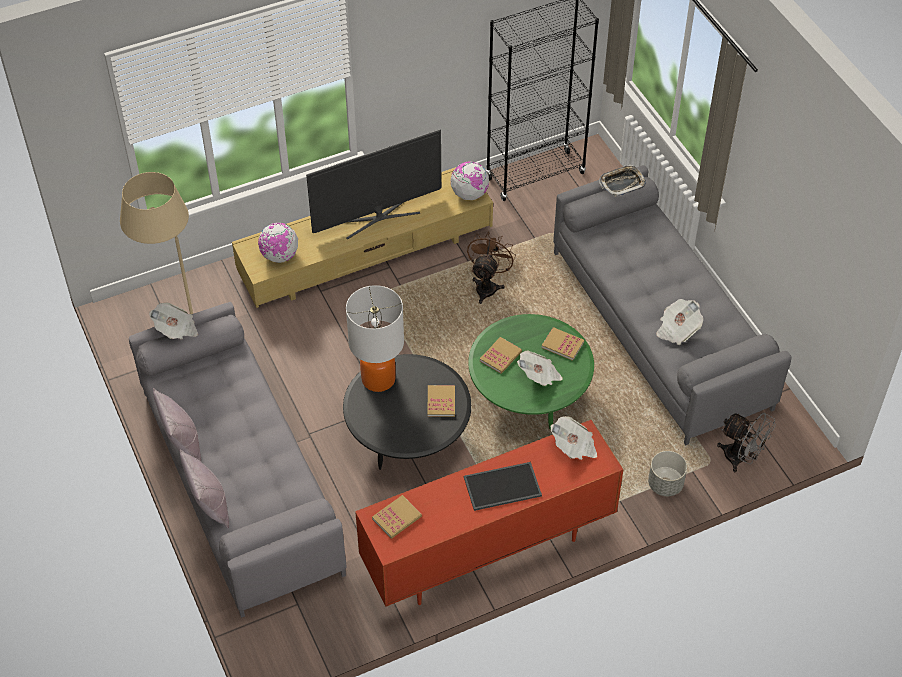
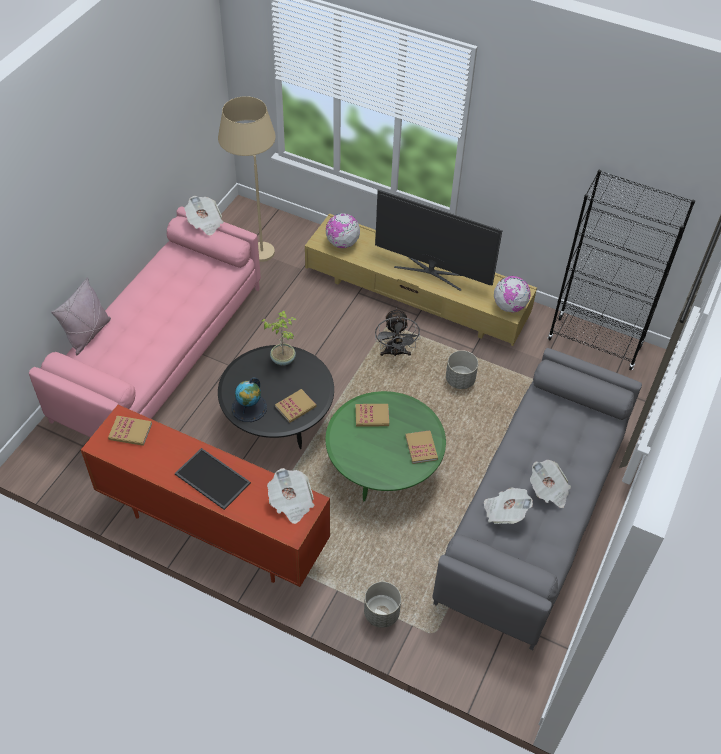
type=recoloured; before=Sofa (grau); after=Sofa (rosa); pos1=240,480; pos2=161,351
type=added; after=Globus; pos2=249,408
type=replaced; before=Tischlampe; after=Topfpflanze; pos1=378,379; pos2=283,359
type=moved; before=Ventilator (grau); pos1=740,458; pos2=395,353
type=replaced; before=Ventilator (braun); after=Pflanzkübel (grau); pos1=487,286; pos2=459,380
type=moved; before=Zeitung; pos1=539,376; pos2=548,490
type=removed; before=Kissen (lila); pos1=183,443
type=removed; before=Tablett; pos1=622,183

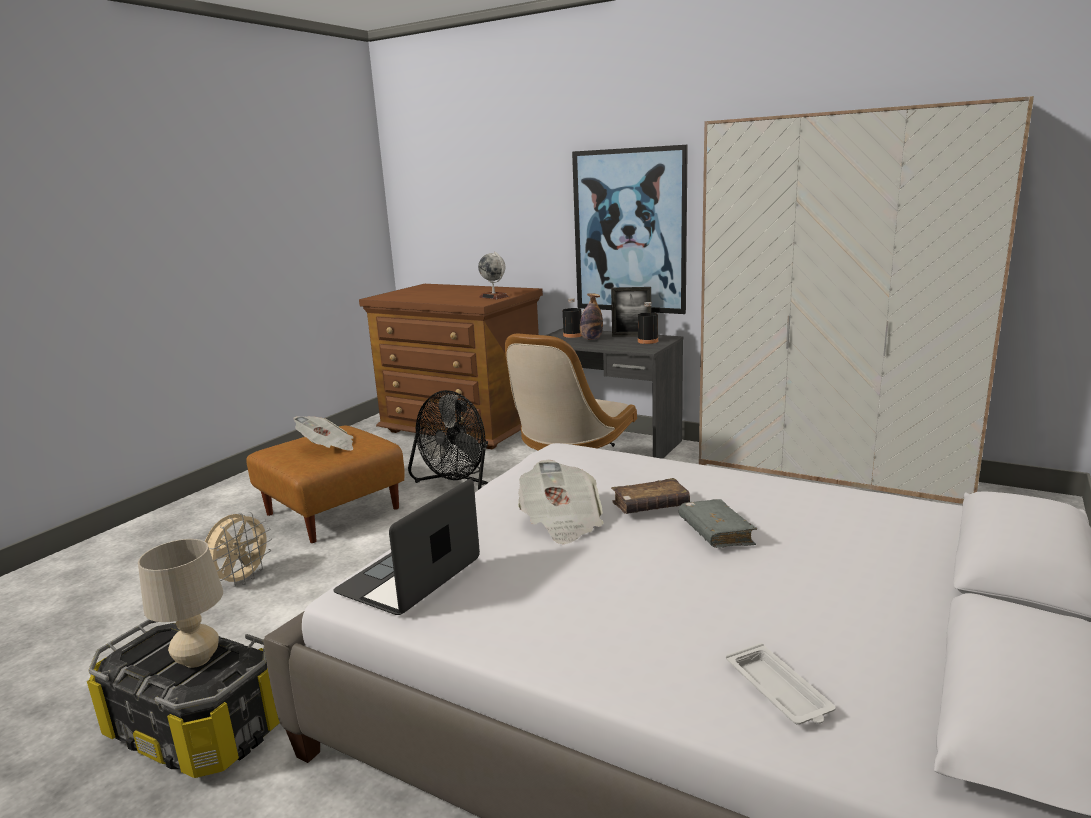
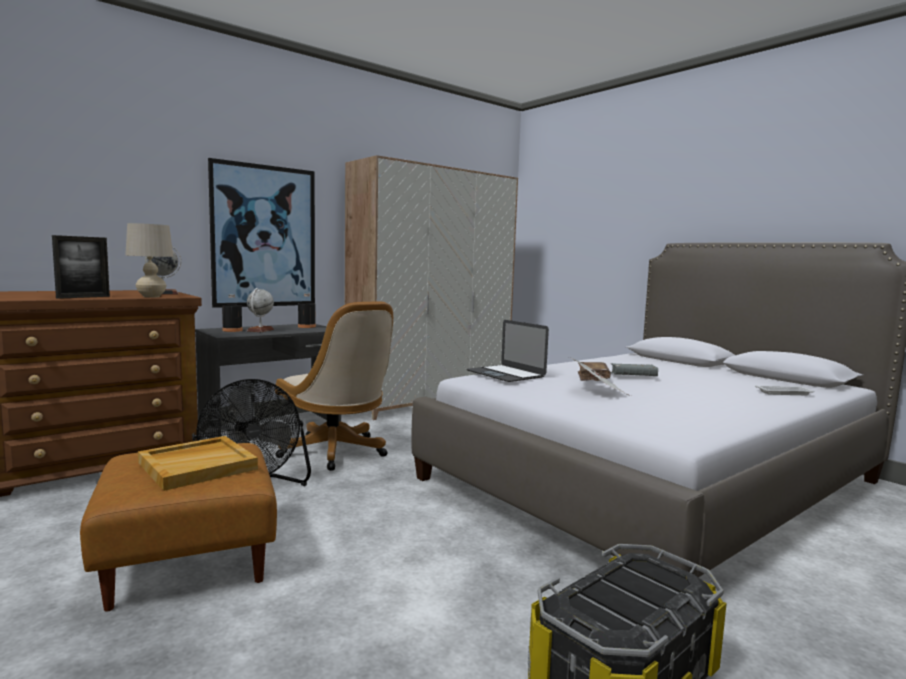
type=moved; before=Bilderrahmen; pos1=631,336; pos2=83,297
type=moved; before=Tischlampe (beige); pos1=197,659; pos2=151,296
type=replaced; before=Zeitung; after=Tablett (beige); pos1=327,447; pos2=198,465
type=replaced; before=Flasche; after=Globus; pos1=591,339; pos2=260,330
type=moved; before=Laptop; pos1=409,576; pos2=505,374
type=removed; before=Ventilator (beige); pos1=242,579

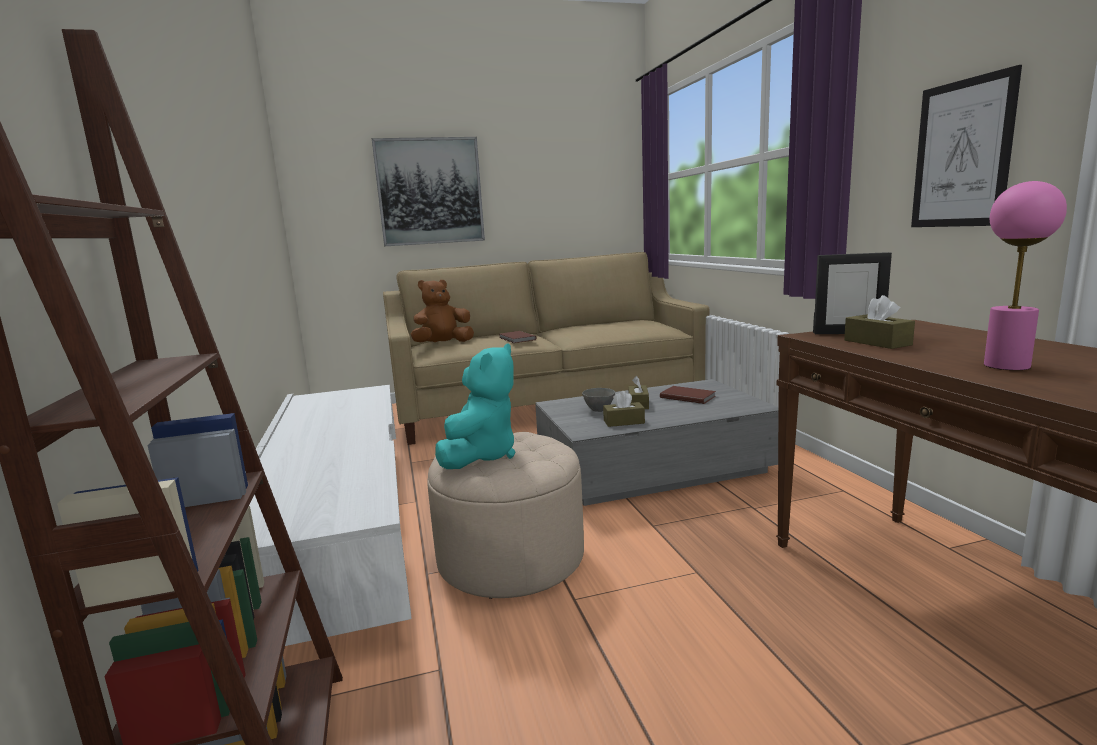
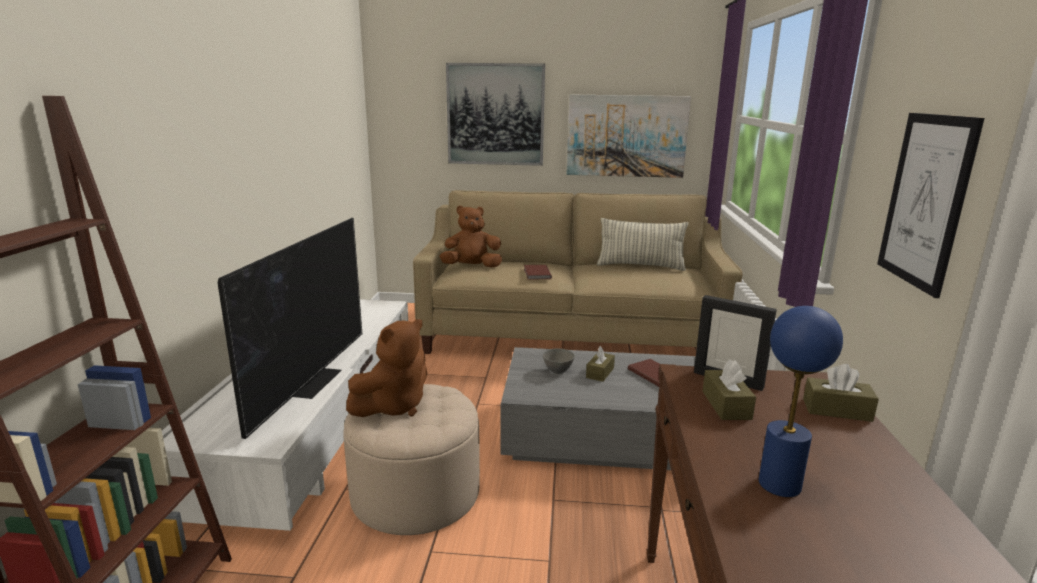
type=added; after=Fernseher; pos2=312,381
type=recoloured; before=Plüschtier (türkis); after=Plüschtier (braun); pos1=481,455; pos2=393,406
type=added; after=Bild; pos2=626,136
type=added; after=Kissen; pos2=640,266
type=recoloured; before=Tischlampe (rosa); after=Tischlampe (blau); pos1=1006,366; pos2=779,484
type=moved; before=Taschentuchbox (braun); pos1=624,422; pos2=837,410

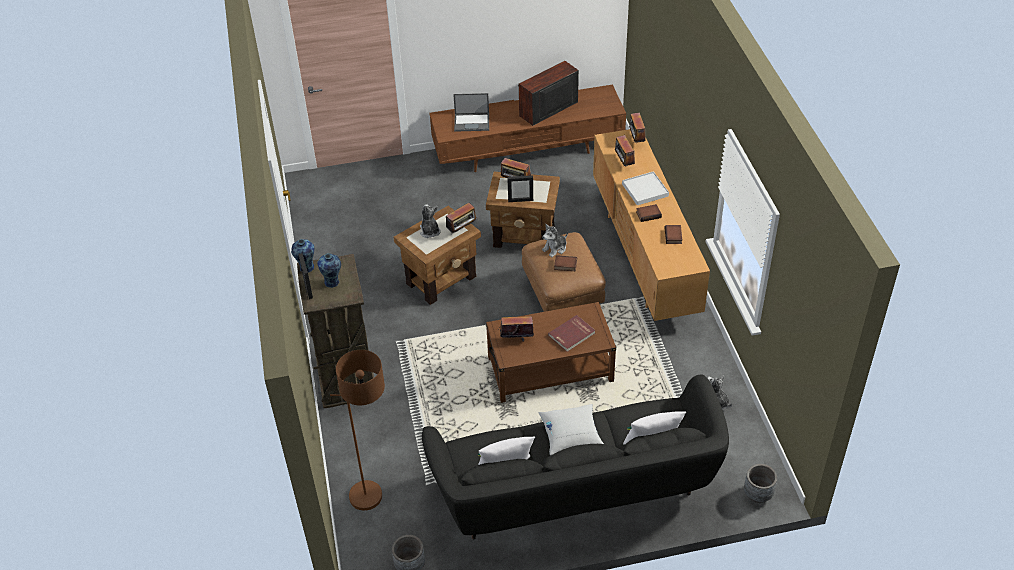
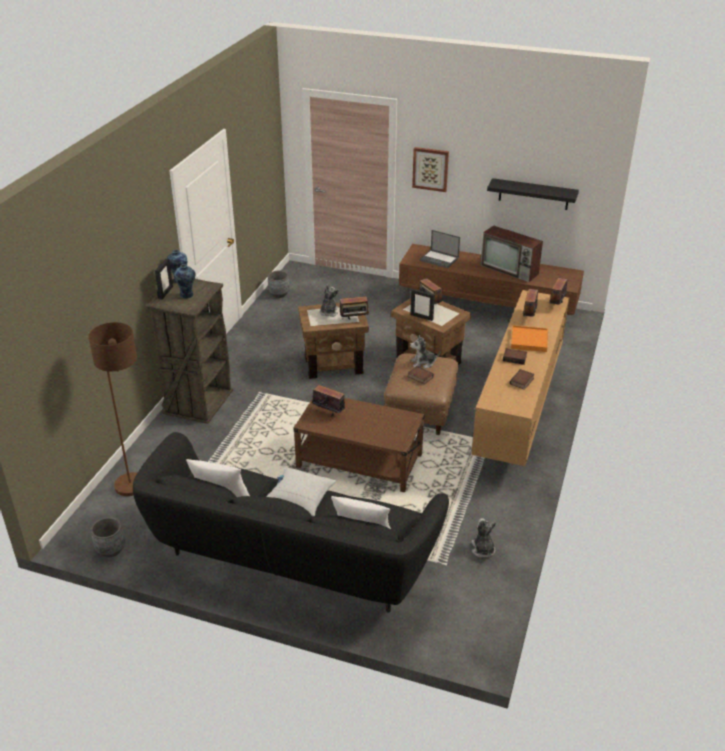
type=moved; before=Pflanzkübel (grau); pos1=758,494; pos2=279,294
type=added; after=Bild; pos2=430,169
type=turned; before=Fernseher; pos1=548,109; pos2=510,270; turn=-135
type=added; after=Wandregal (schwarz); pos2=533,194
type=recoloured; before=Tablett (weiß); after=Tablett (orange); pos1=645,190; pos2=529,340
type=removed; before=Buch (rot); pos1=572,335

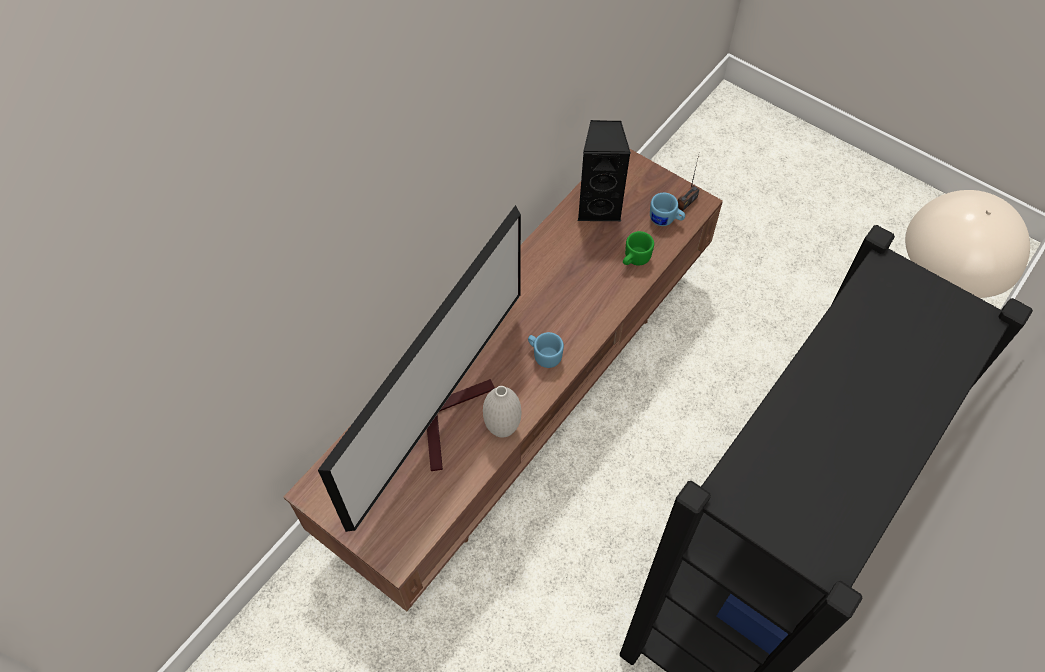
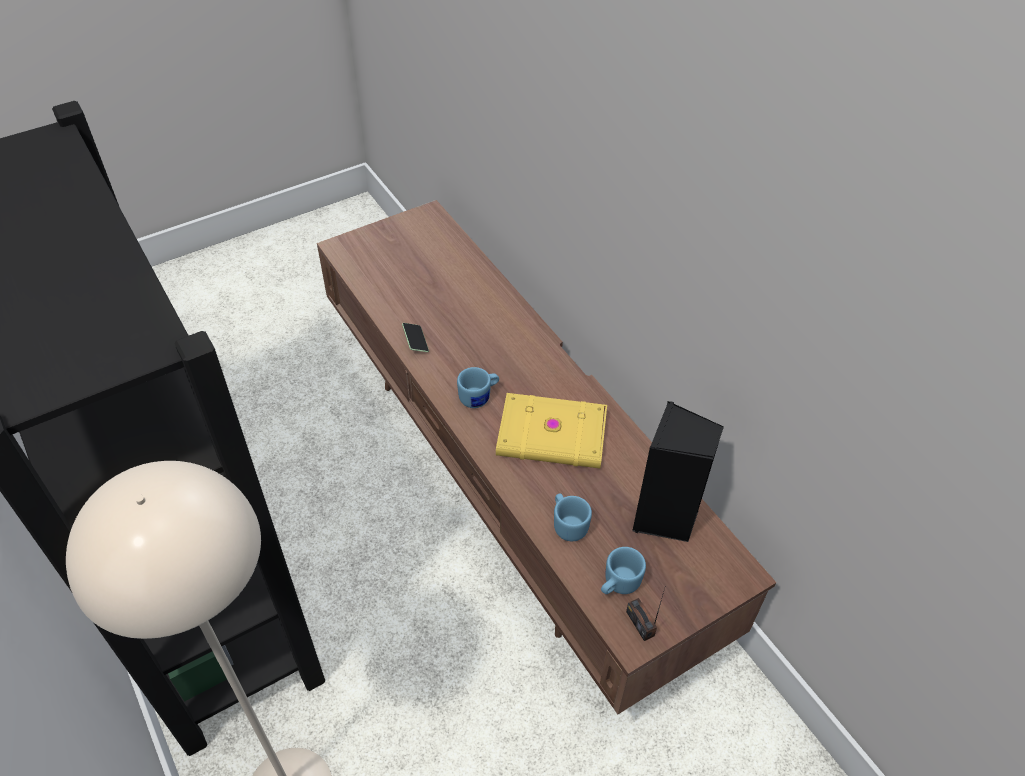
type=replaced; before=Vase (weiß); after=Handy; pos1=502,428; pos2=415,341
type=added; after=Buch (gelb); pos2=552,436
type=recoloured; before=Henkelbecher (grün); after=Henkelbecher (blau); pos1=634,259; pos2=568,524
type=removed; before=Fernseher; pos1=448,414

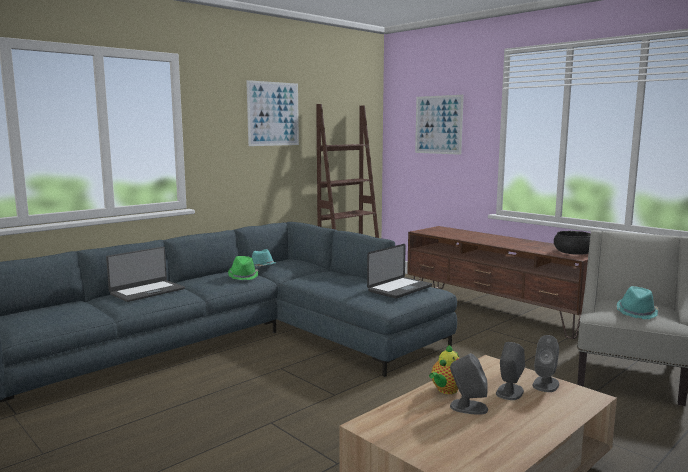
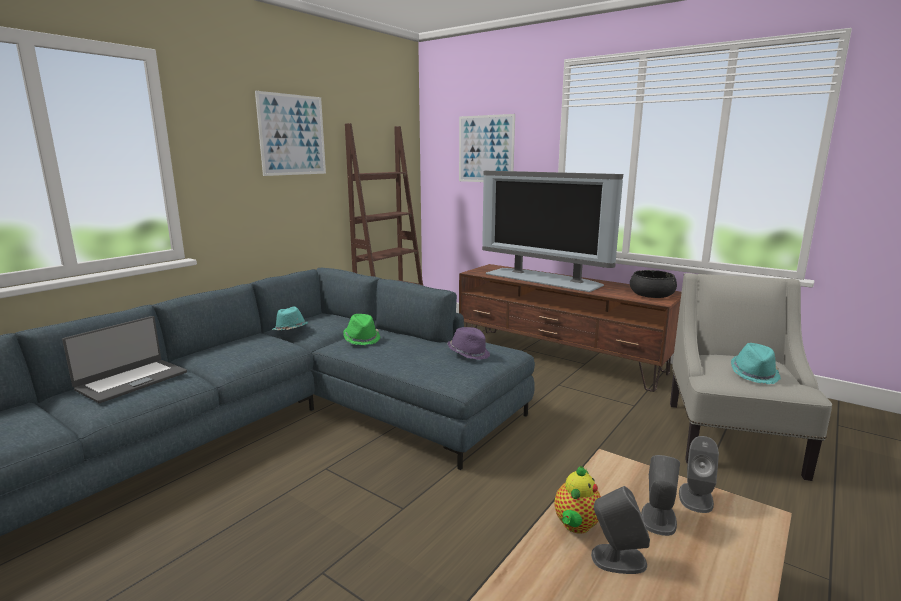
type=moved; before=Hut (grün); pos1=243,276; pos2=362,338
type=replaced; before=Laptop; after=Hut (lila); pos1=400,289; pos2=469,353
type=added; after=Fernseher; pos2=544,279

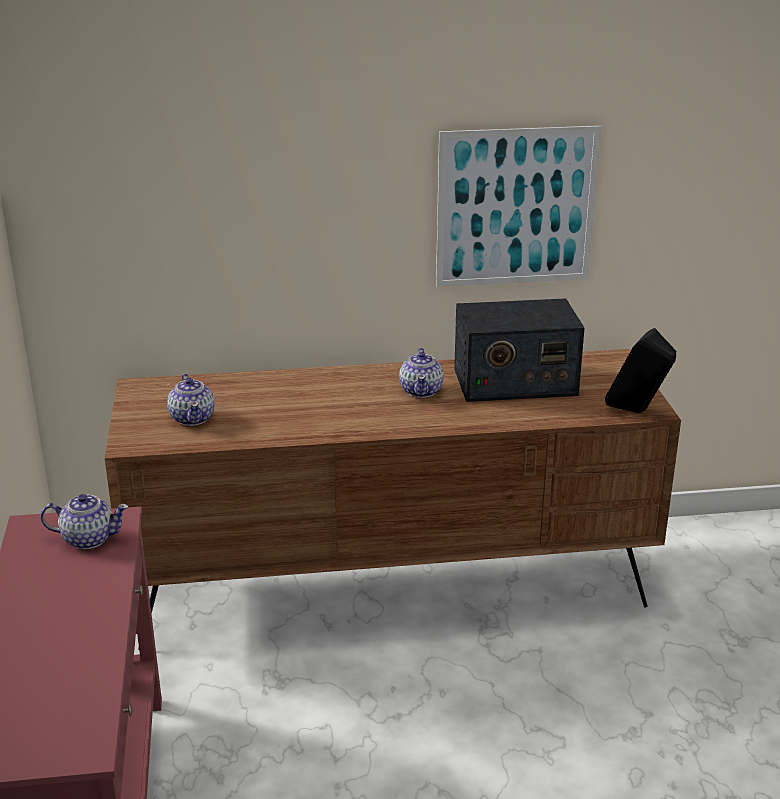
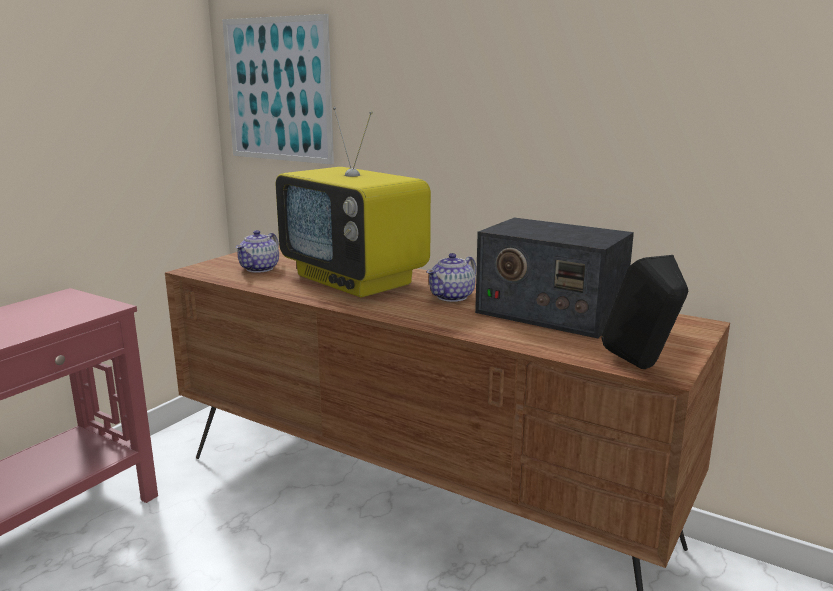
type=moved; before=Bild; pos1=516,207; pos2=277,90
type=added; after=Fernseher; pos2=355,280
type=removed; before=Teekanne; pos1=88,538

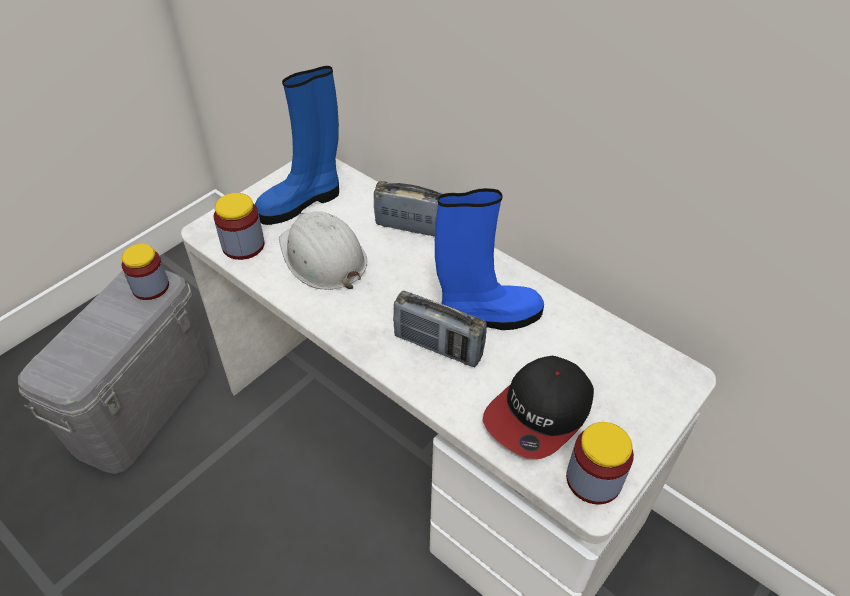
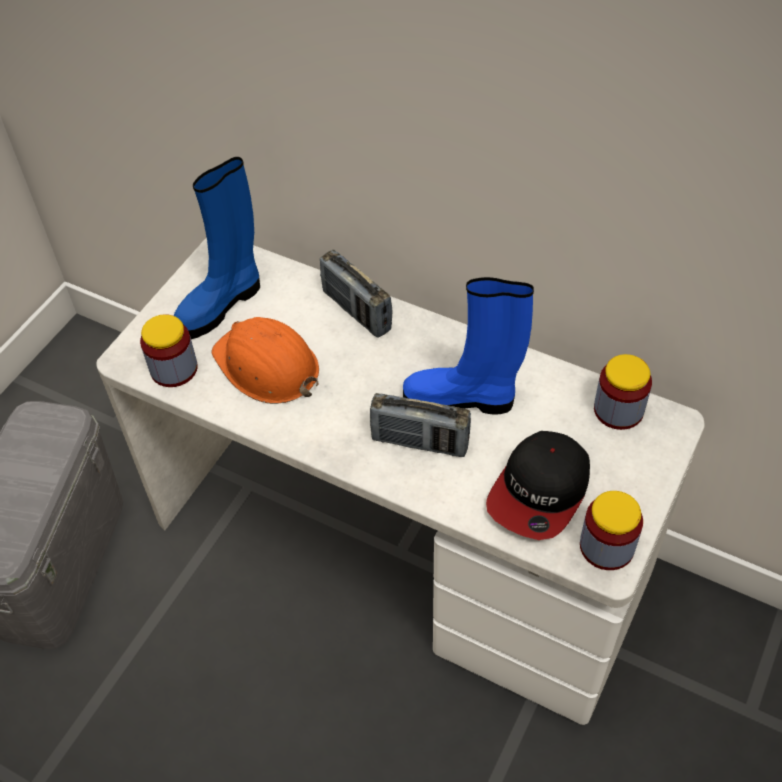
type=recoloured; before=Schutzhelm (weiß); after=Schutzhelm (orange); pos1=322,257; pos2=267,366
type=turned; before=Radio; pos1=414,228; pos2=356,311; turn=-135
type=turned; before=Stiefel (blau); pos1=487,317; pos2=462,399; turn=-150
type=moved; before=Vorratsglas; pos1=150,287; pos2=618,410

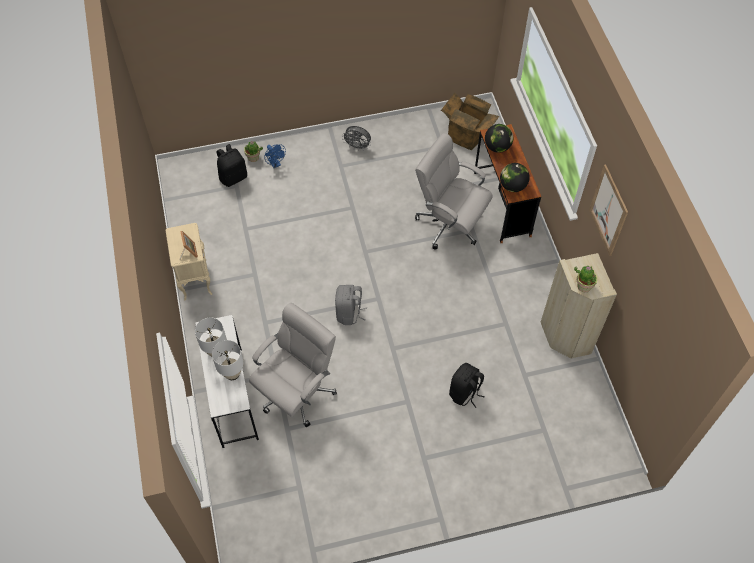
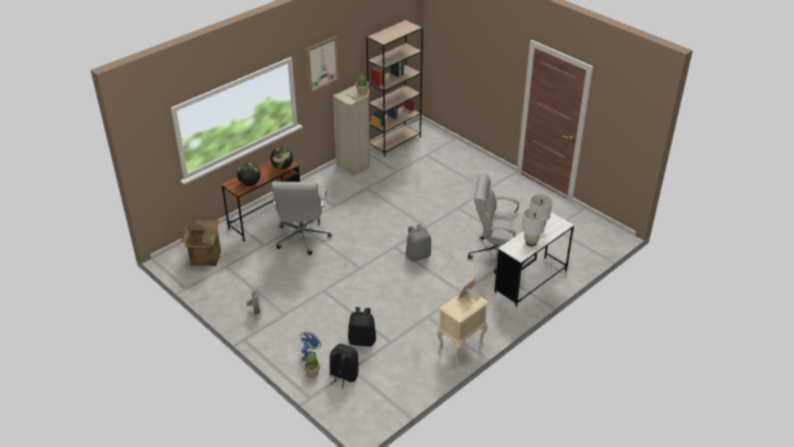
type=moved; before=Rucksack (schwarz); pos1=465,393; pos2=362,340
type=added; after=Bücherregal (beige); pos2=395,142

